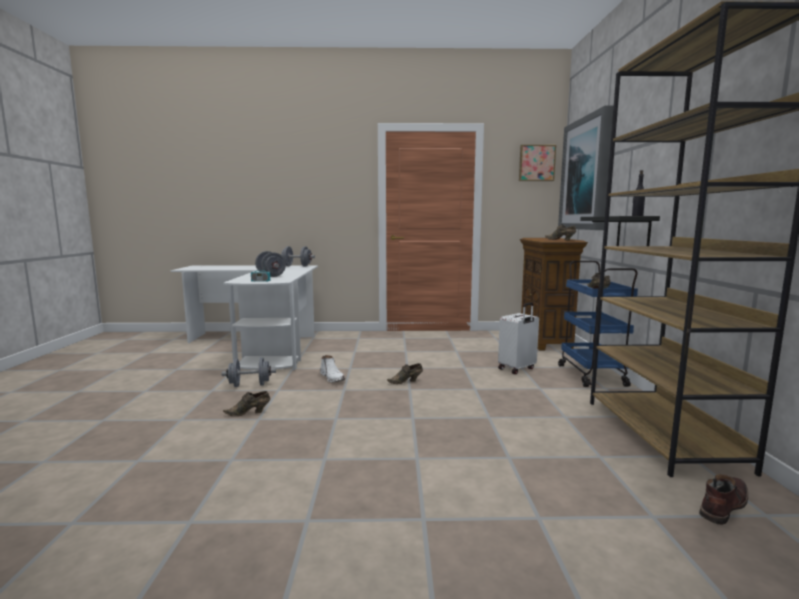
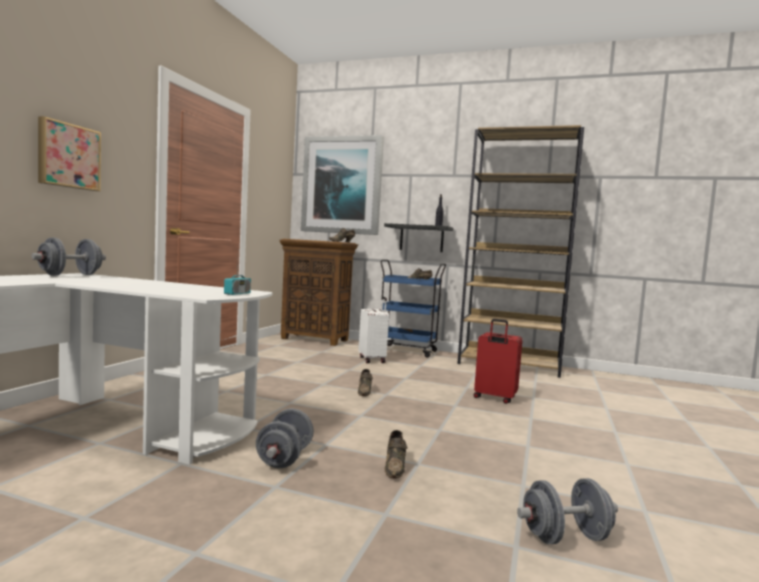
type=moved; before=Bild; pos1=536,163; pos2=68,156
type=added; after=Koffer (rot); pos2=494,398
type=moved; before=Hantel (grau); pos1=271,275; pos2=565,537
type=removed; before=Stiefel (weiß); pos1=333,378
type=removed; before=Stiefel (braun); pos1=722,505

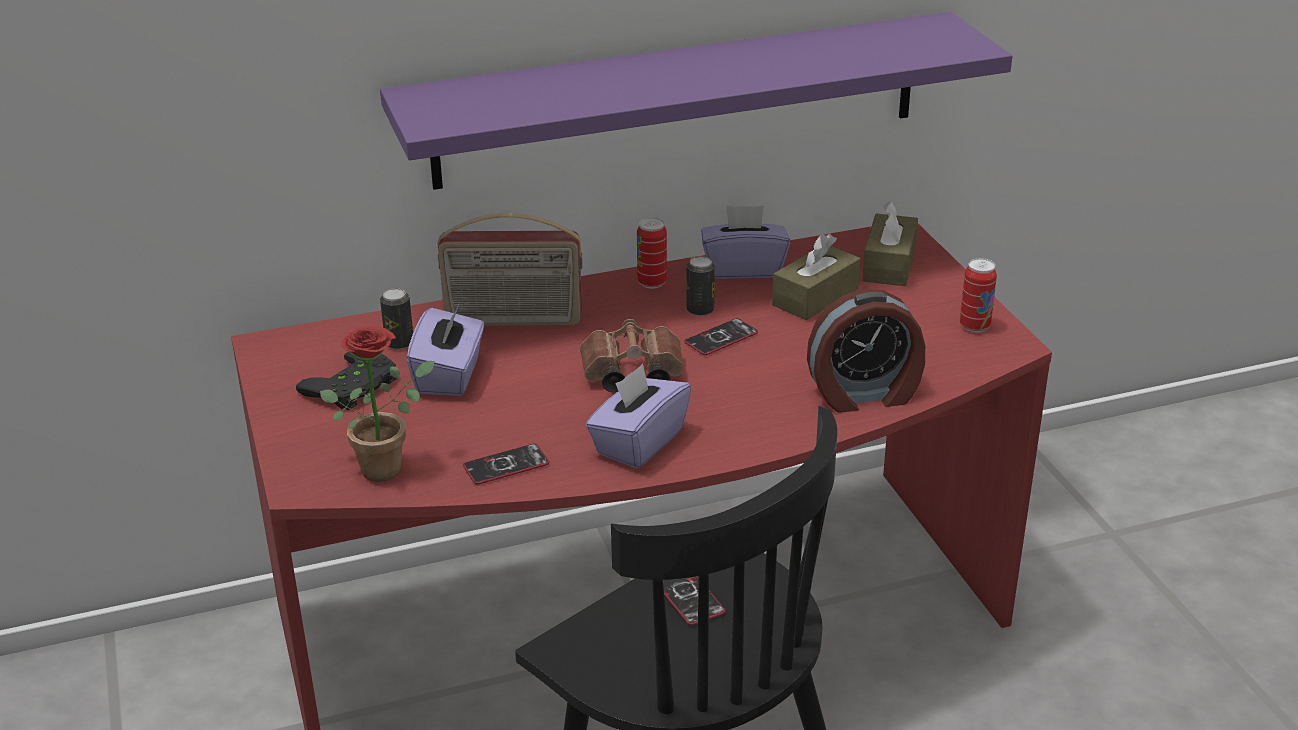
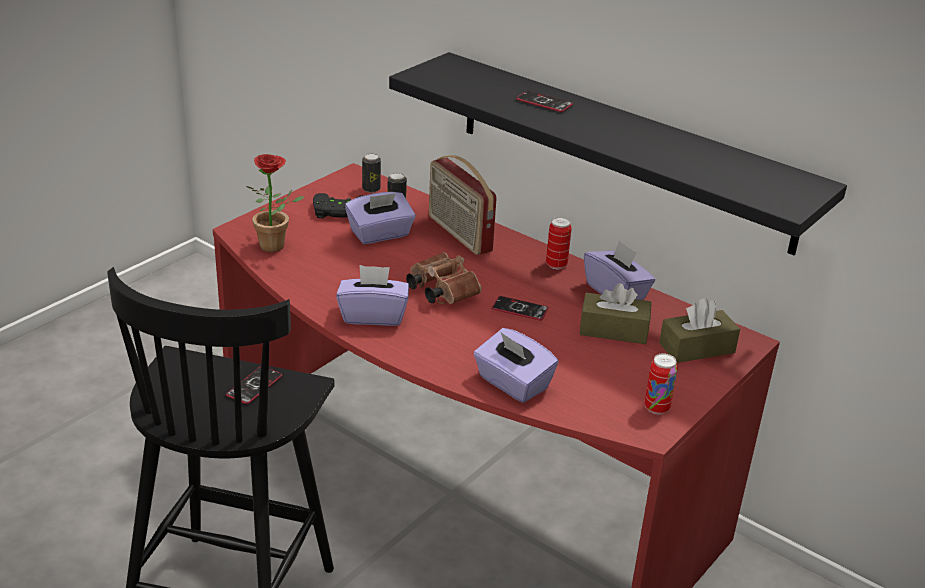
type=moved; before=Dose; pos1=700,310; pos2=371,189
type=recoloured; before=Wandregal (lila); after=Wandregal (schwarz); pos1=679,100; pos2=623,150
type=replaced; before=Wecker; after=Taschentuchbox (lila); pos1=864,395; pos2=512,384
type=moved; before=Handy; pos1=506,465; pos2=544,102

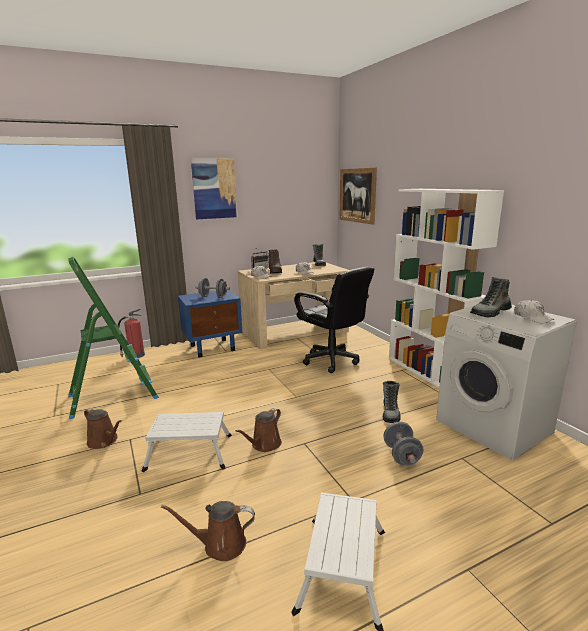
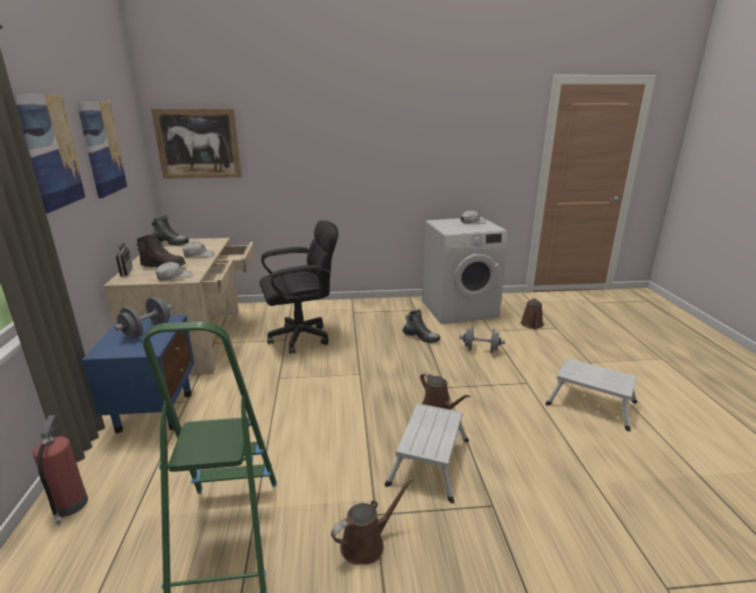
type=added; after=Bild; pos2=102,148
type=moved; before=Gießkanne (braun); pos1=220,544; pos2=532,325
type=removed; before=Bücherregal (weiß); pos1=430,373
type=removed; before=Stiefel; pos1=490,313

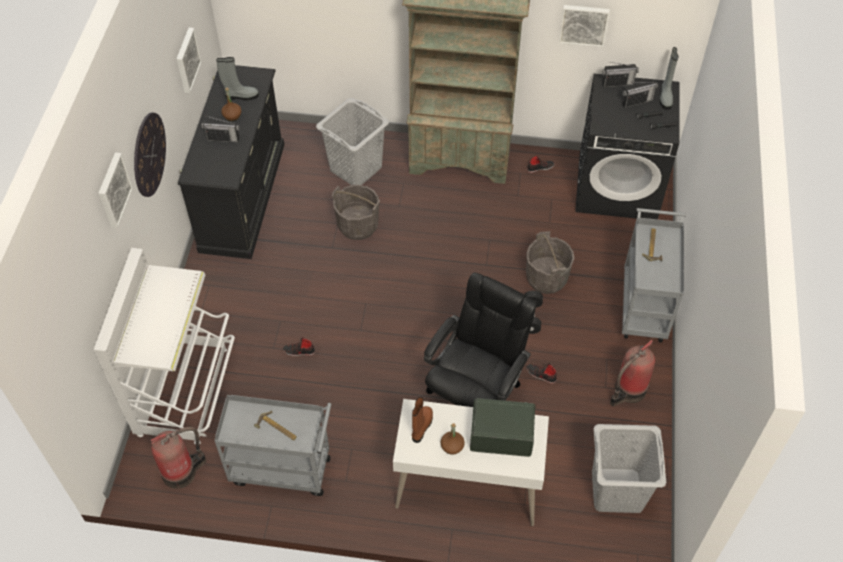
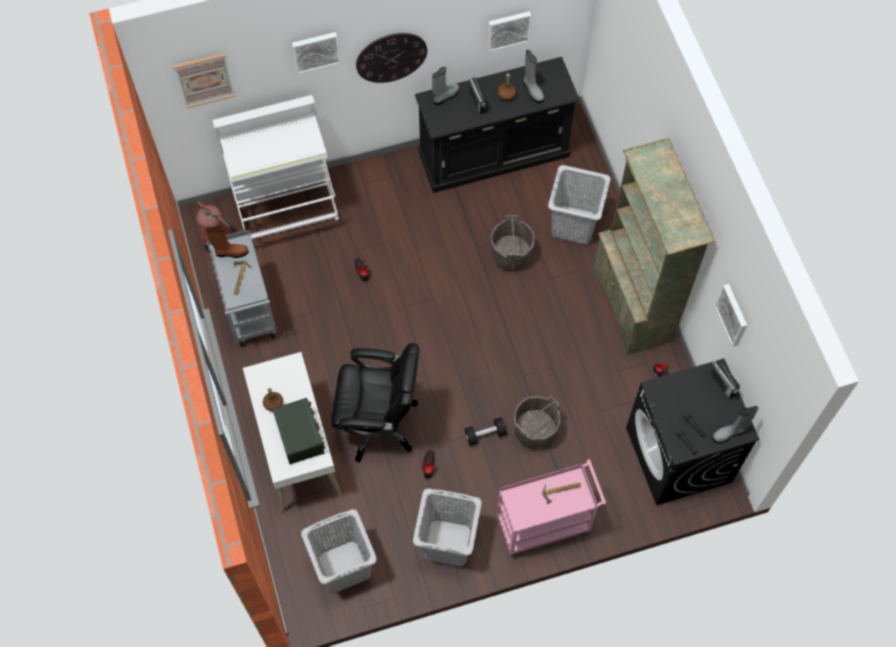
type=added; after=Bild; pos2=204,79
type=moved; before=Stiefel (braun); pos1=421,427; pos2=231,252
type=replaced; before=Feuerlöscher; after=Wäschekorb (grau); pos1=628,391; pos2=446,543
type=added; after=Stiefel (grau); pos2=445,96
type=recoloured; before=Rollwagen (grau); after=Rollwagen (rosa); pos1=643,307; pos2=545,526
type=removed; before=Radio; pos1=636,101

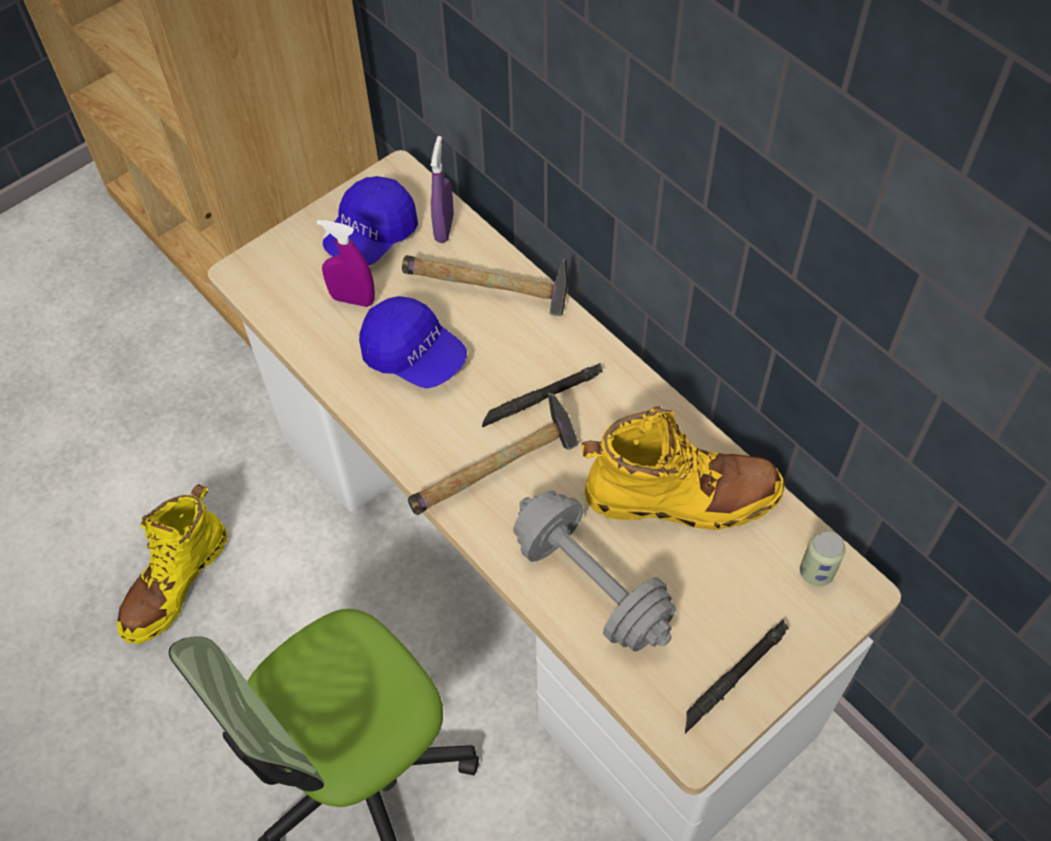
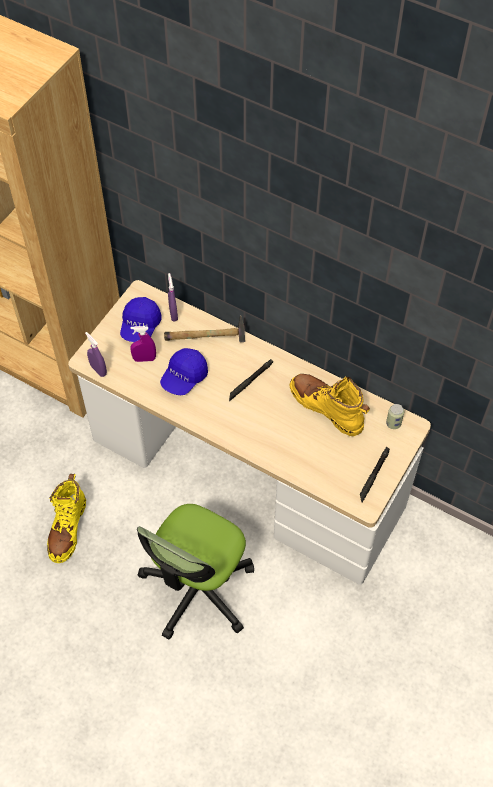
type=added; after=Sprühflasche (lila); pos2=98,370
type=turned; before=Kappe (blau); pos1=414,355; pos2=184,377; turn=105
type=turned; before=Stiefel (gelb); pos1=682,497; pos2=327,408; turn=-120
type=removed; before=Hammer; pos1=498,471
type=removed; before=Hantel (grau); pos1=591,585

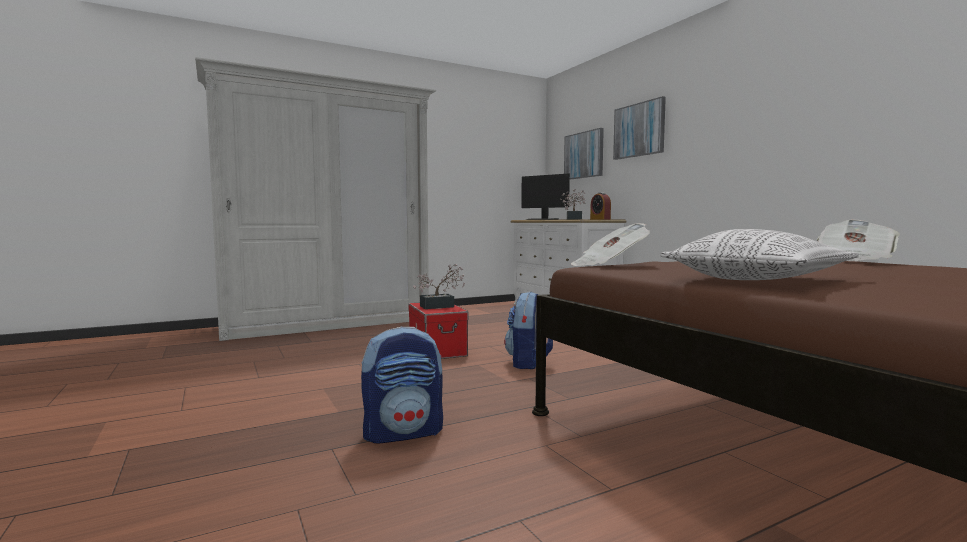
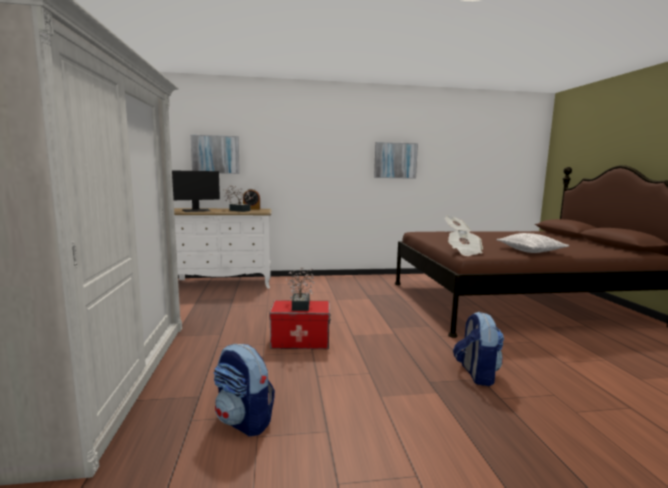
type=moved; before=Rucksack; pos1=529,363; pos2=244,421
type=moved; before=Bild; pos1=639,130; pos2=395,160

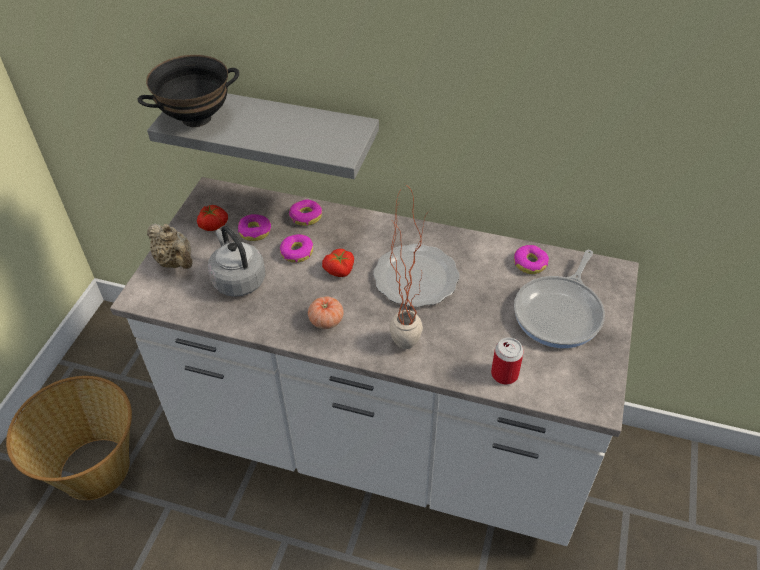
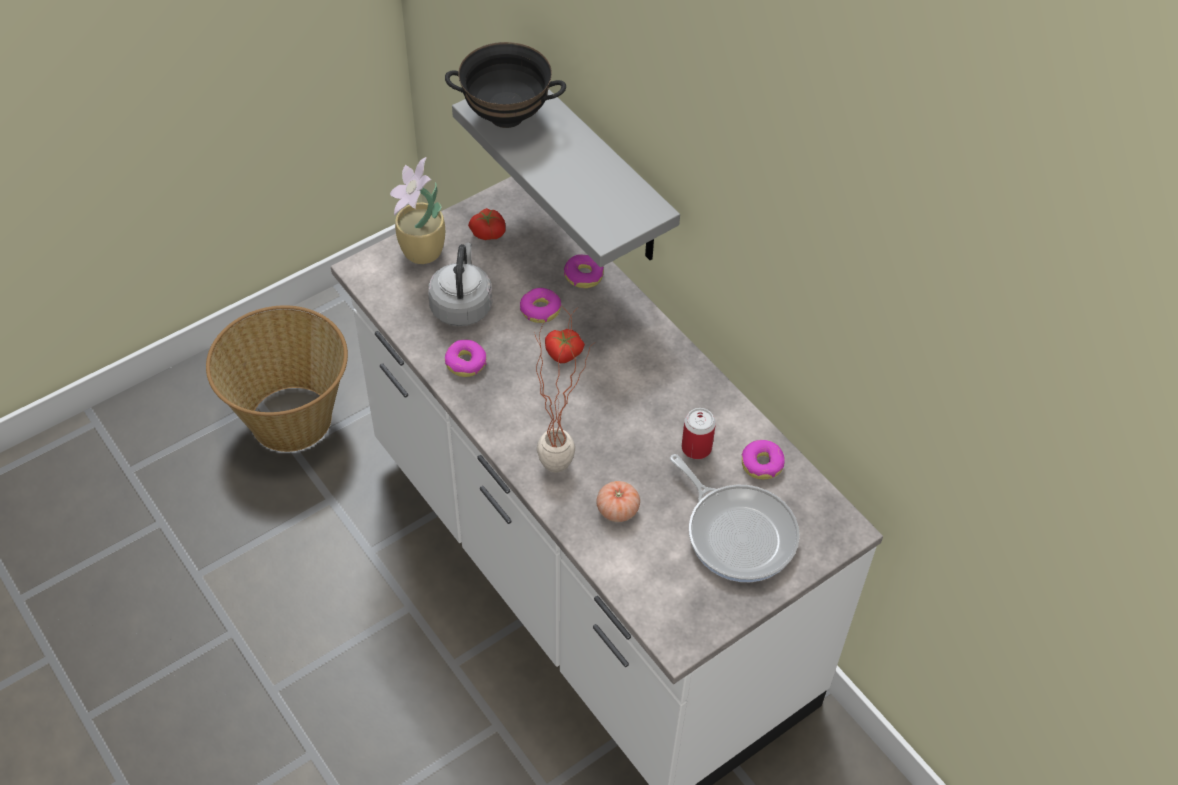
type=replaced; before=Teekanne (beige); after=Topfpflanze; pos1=176,262; pos2=422,253
type=moved; before=Donut; pos1=255,231; pos2=466,363
type=moved; before=Tomate; pos1=326,320; pos2=617,510
type=turned; before=Pfanne; pos1=560,312; pos2=737,532; turn=-105
type=moved; before=Dose; pos1=504,374; pos2=696,448
type=removed; before=Teller; pos1=414,278

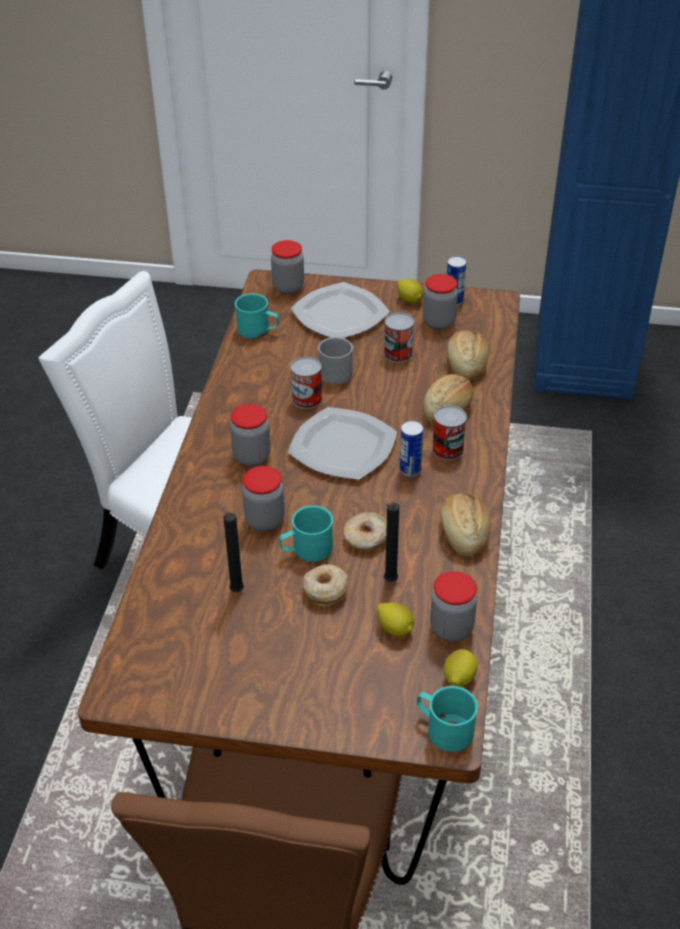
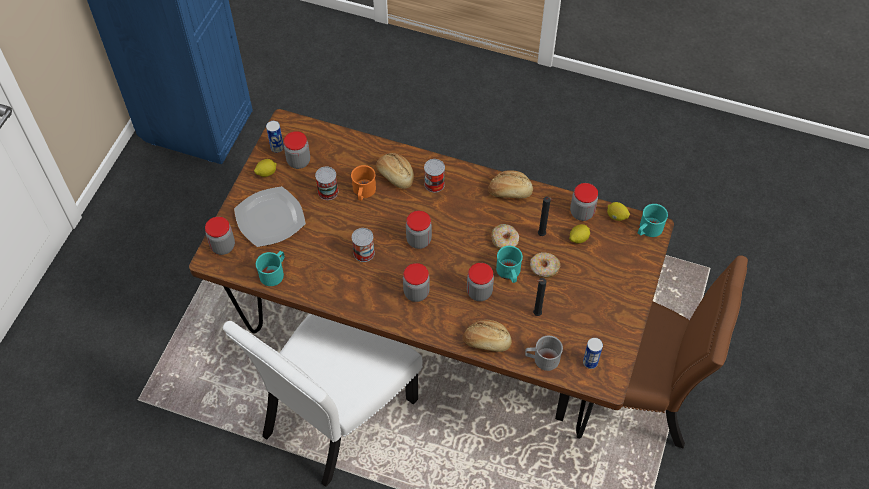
type=added; after=Henkelbecher (orange); pos2=363,192
type=replaced; before=Teller; after=Vorratsglas; pos1=341,447; pos2=419,240
type=moved; before=Brot; pos1=466,365; pos2=487,341
type=moved; before=Henkelbecher (grau); pos1=335,371; pos2=542,359
type=moved; before=Dose; pos1=410,470; pos2=590,362

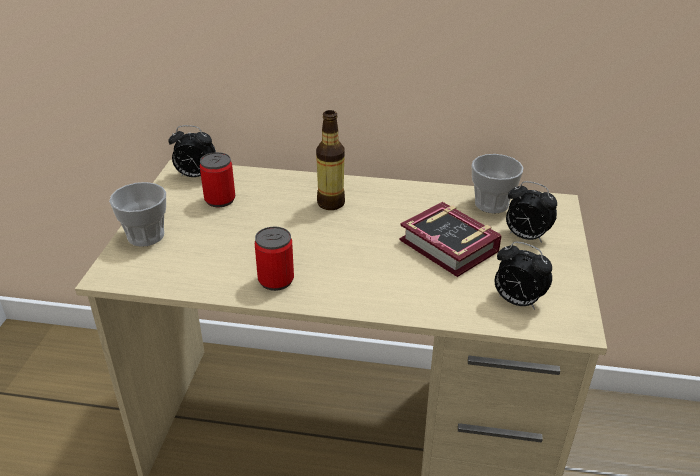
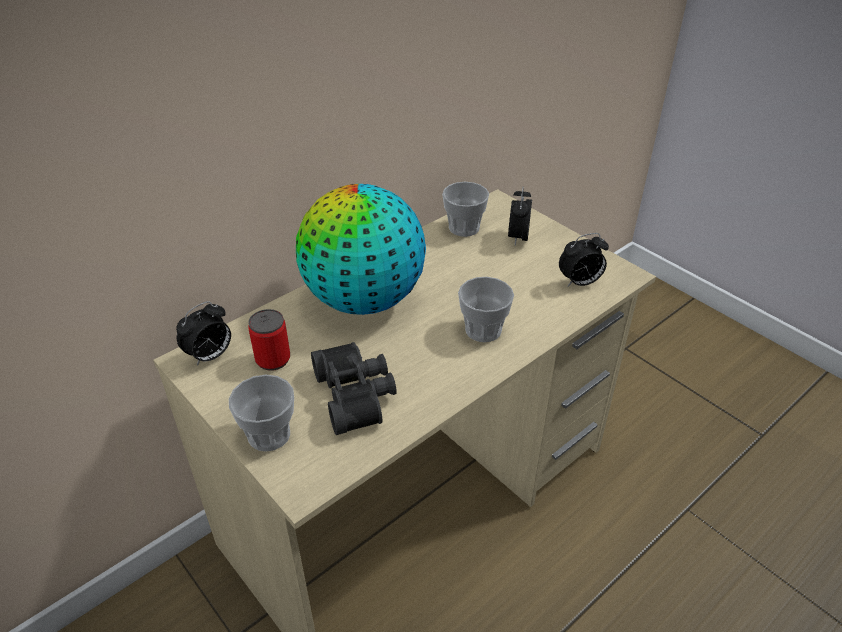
type=replaced; before=Flasche; after=Globus; pos1=331,203; pos2=363,300
type=added; after=Fernglas (schwarz); pos2=357,395
type=added; after=Tasse; pos2=483,330
type=turned; before=Wecker; pos1=525,237; pos2=518,237; turn=120
type=removed; before=Dose; pos1=276,280
type=removed; before=Buch; pos1=450,249

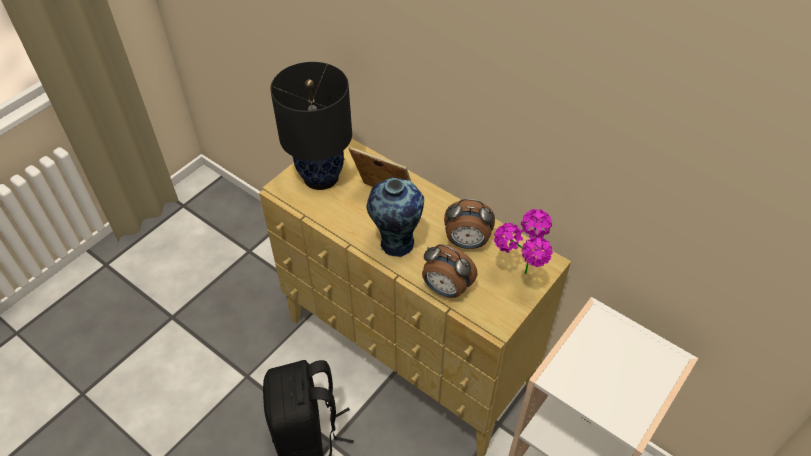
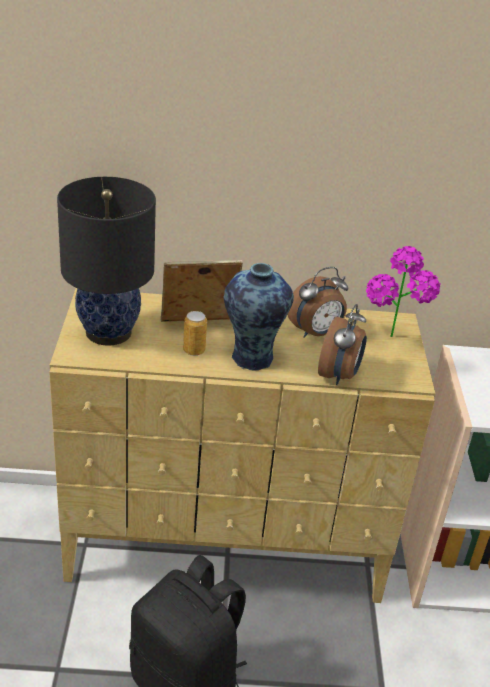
type=added; after=Dose; pos2=194,351
type=turned; before=Wecker; pos1=446,289; pos2=339,375; turn=-60

